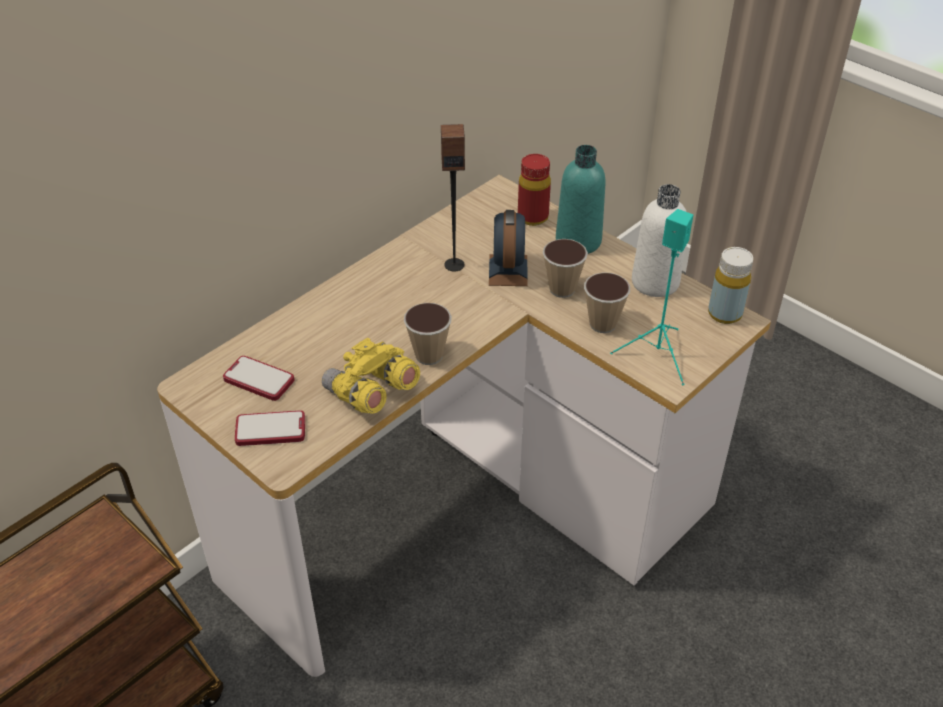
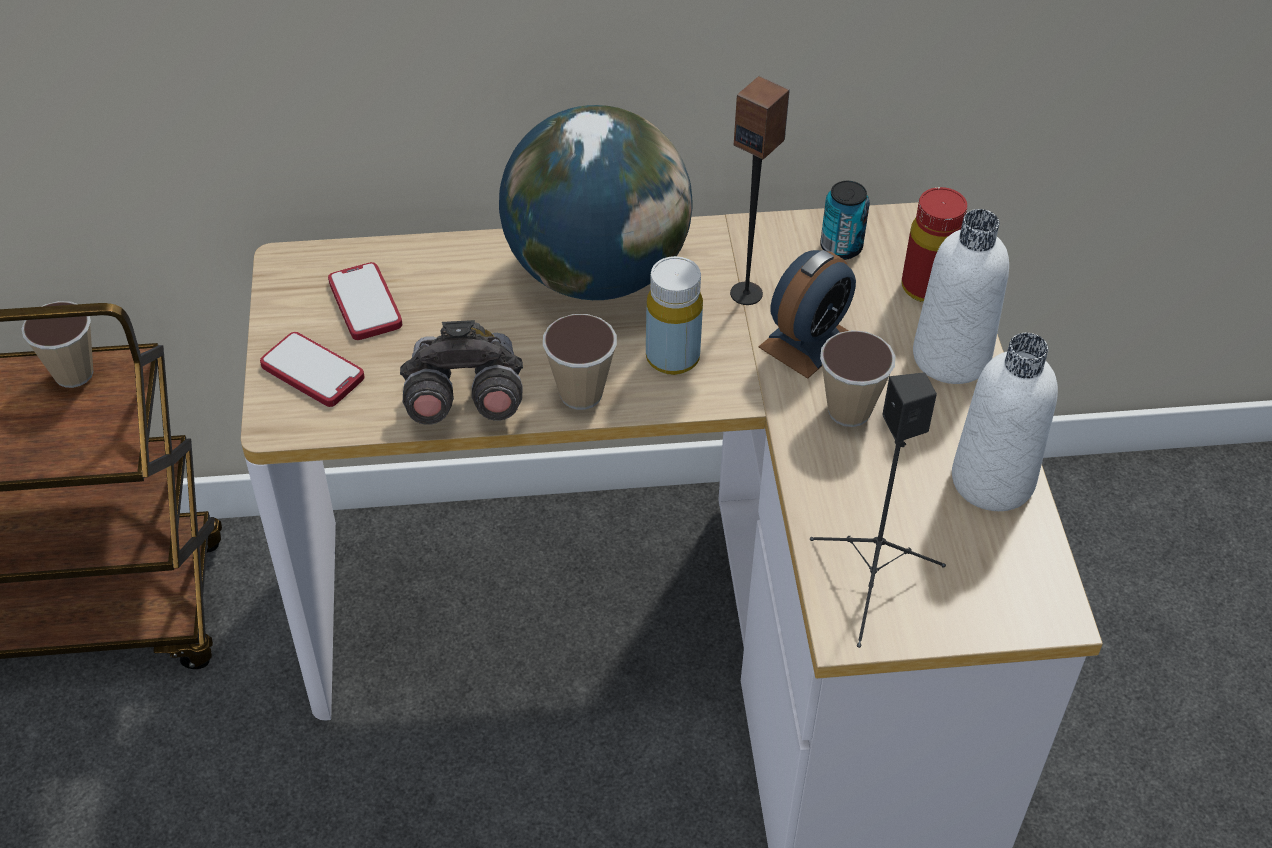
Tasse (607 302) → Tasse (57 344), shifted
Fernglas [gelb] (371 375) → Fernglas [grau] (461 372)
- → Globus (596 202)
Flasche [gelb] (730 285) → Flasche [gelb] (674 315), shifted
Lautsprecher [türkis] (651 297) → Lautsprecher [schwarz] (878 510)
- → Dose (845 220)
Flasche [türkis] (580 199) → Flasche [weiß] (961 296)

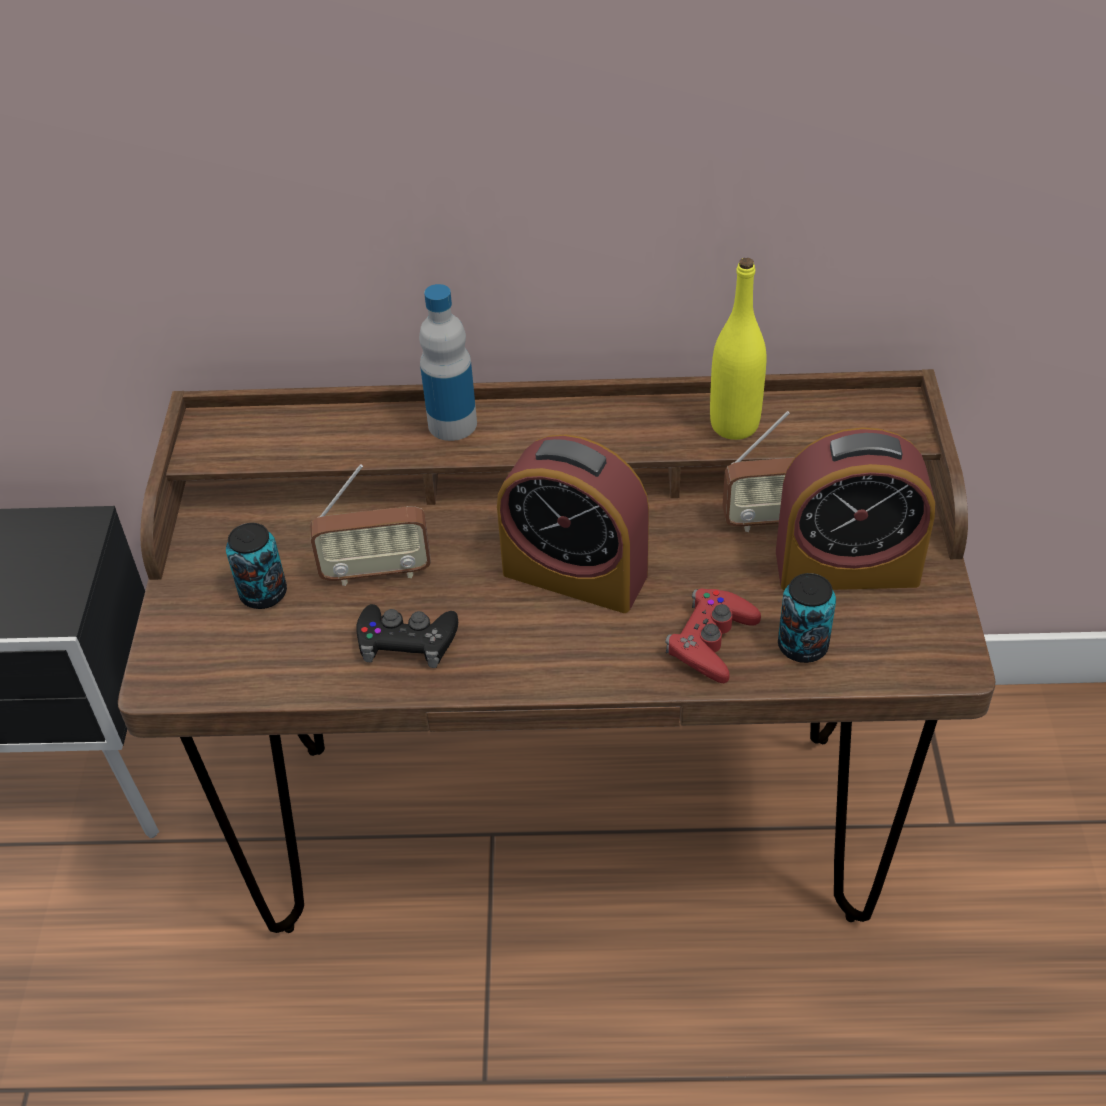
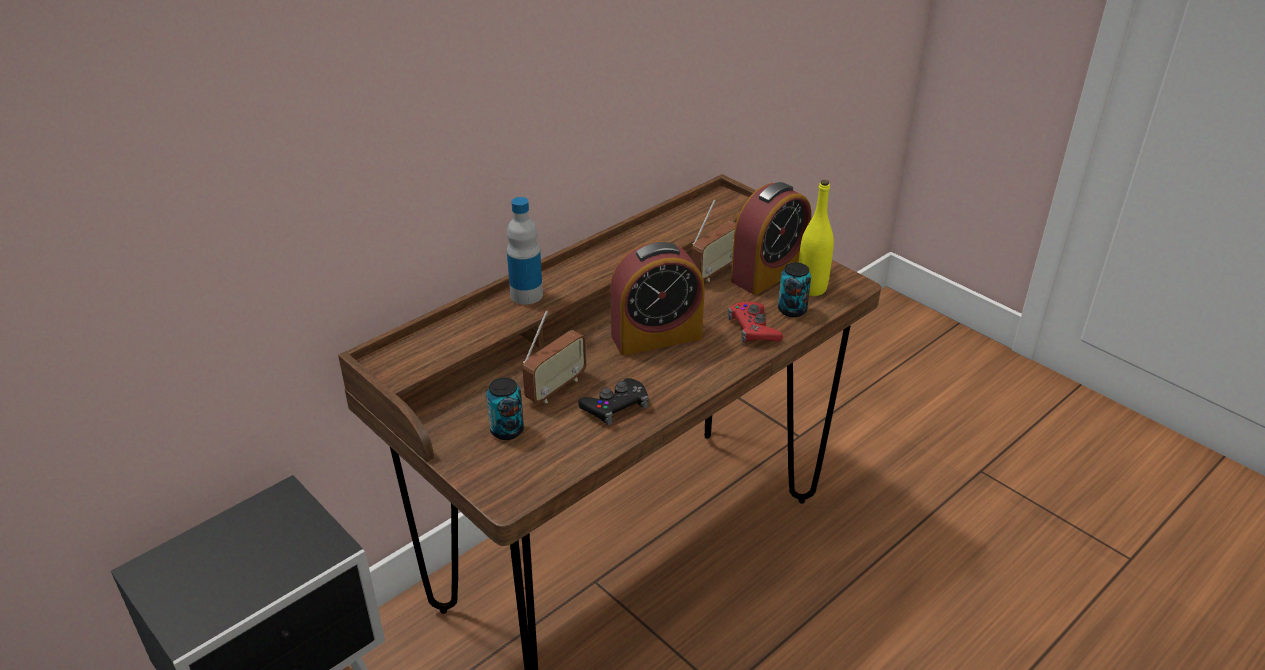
Flasche [gelb] (738 349) → Flasche [gelb] (816 238), shifted

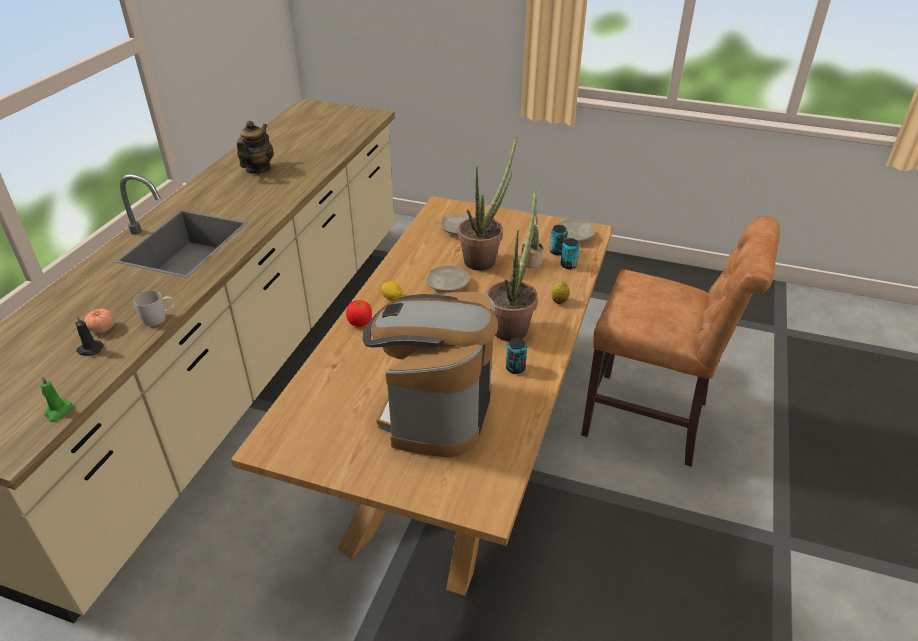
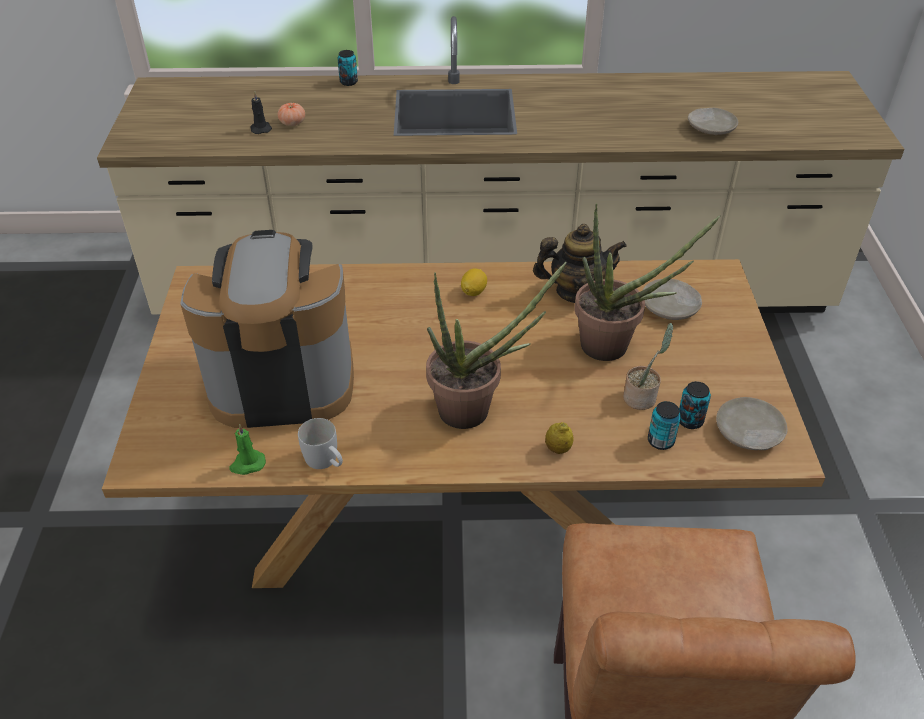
Kerze [grün] (56 399) → Kerze [grün] (247 449), shifted
Henkelbecher [weiß] (154 308) → Henkelbecher [weiß] (320 443), shifted
Dose (516 356) → Dose (347 68), shifted
Teekanne (255 147) → Teekanne (580 263), shifted
Teller [beige] (448 279) → Teller [beige] (713 121), shifted
Tomate (359 313) → -

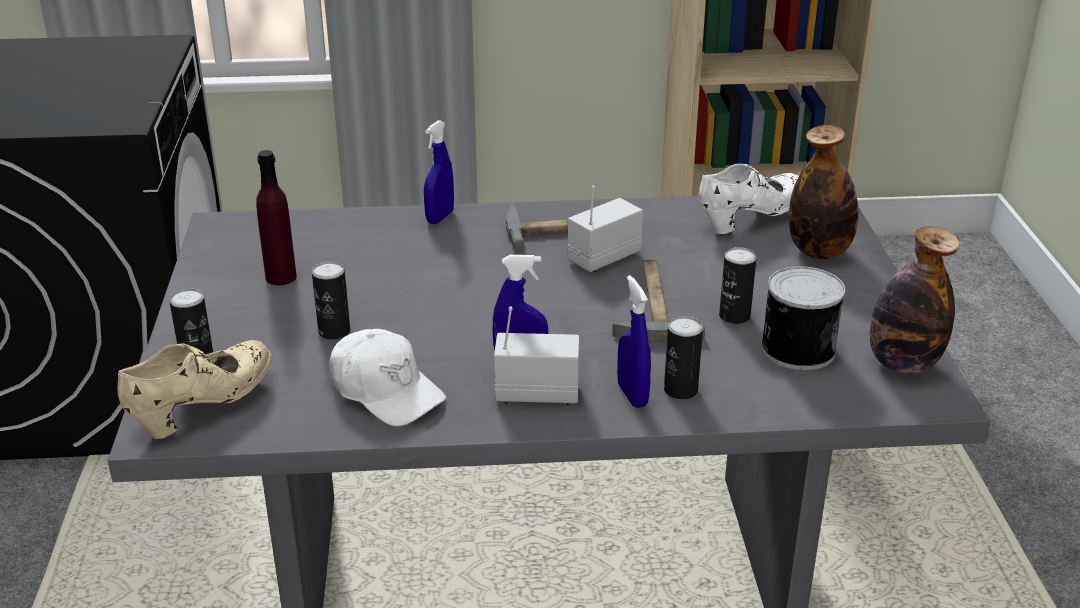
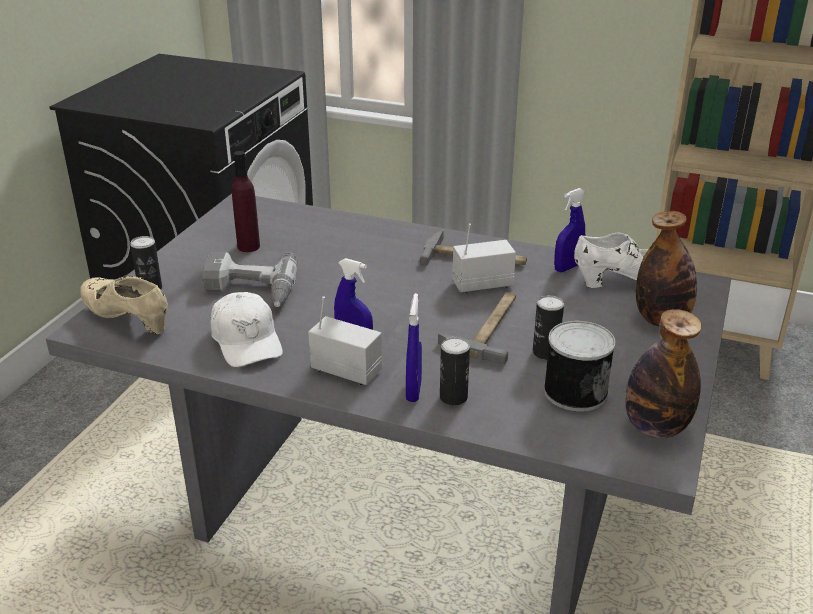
Schuh [beige] (194 389) → Schuh [beige] (124 304), 120 degrees counterclockwise
Dose (331 300) → Bohrmaschine (250 279)
Sprühflasche [blau] (439 172) → Sprühflasche [blau] (569 230), shifted

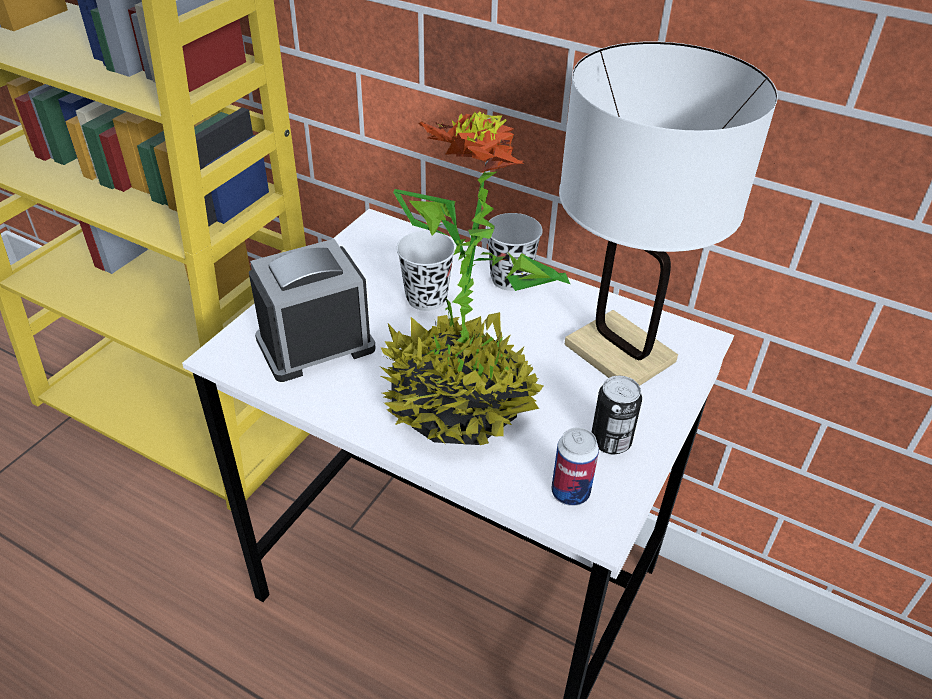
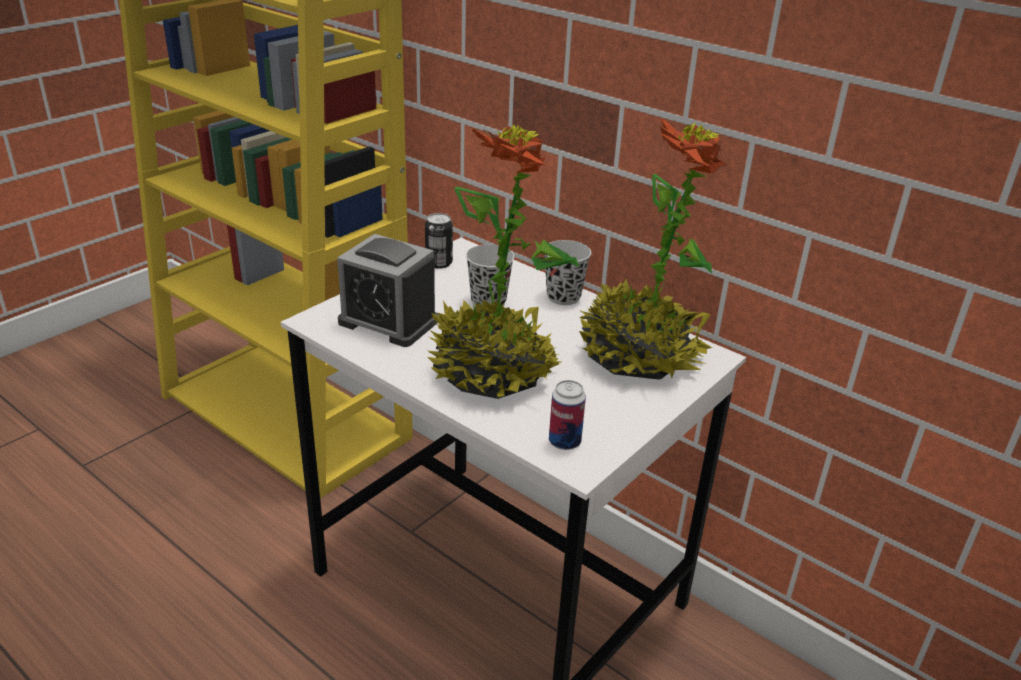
Wecker (312 310) → Wecker (388 290), 135 degrees counterclockwise
Dose (617 415) → Dose (439 240), shifted
Tischlampe [weiß] (668 213) → Topfpflanze (653 249)

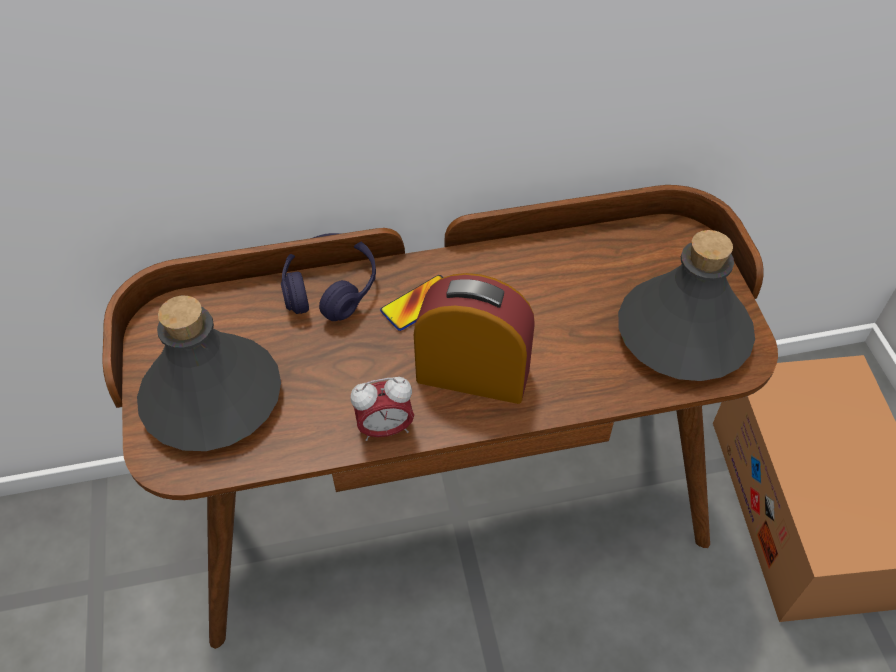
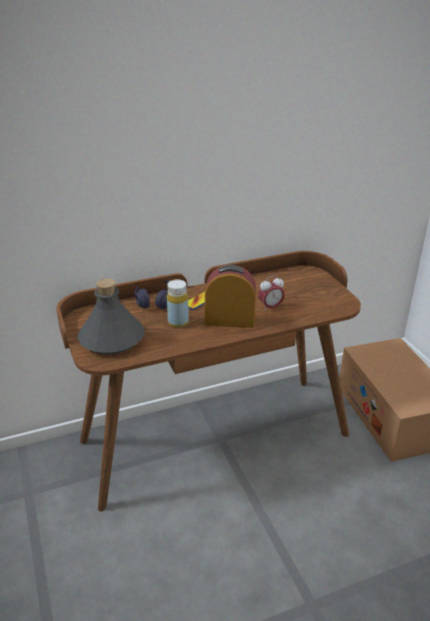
- → Flasche [gelb] (178 303)
Wecker (382 409) → Wecker (271 293), shifted
Flasche [grau] (686 305) → -

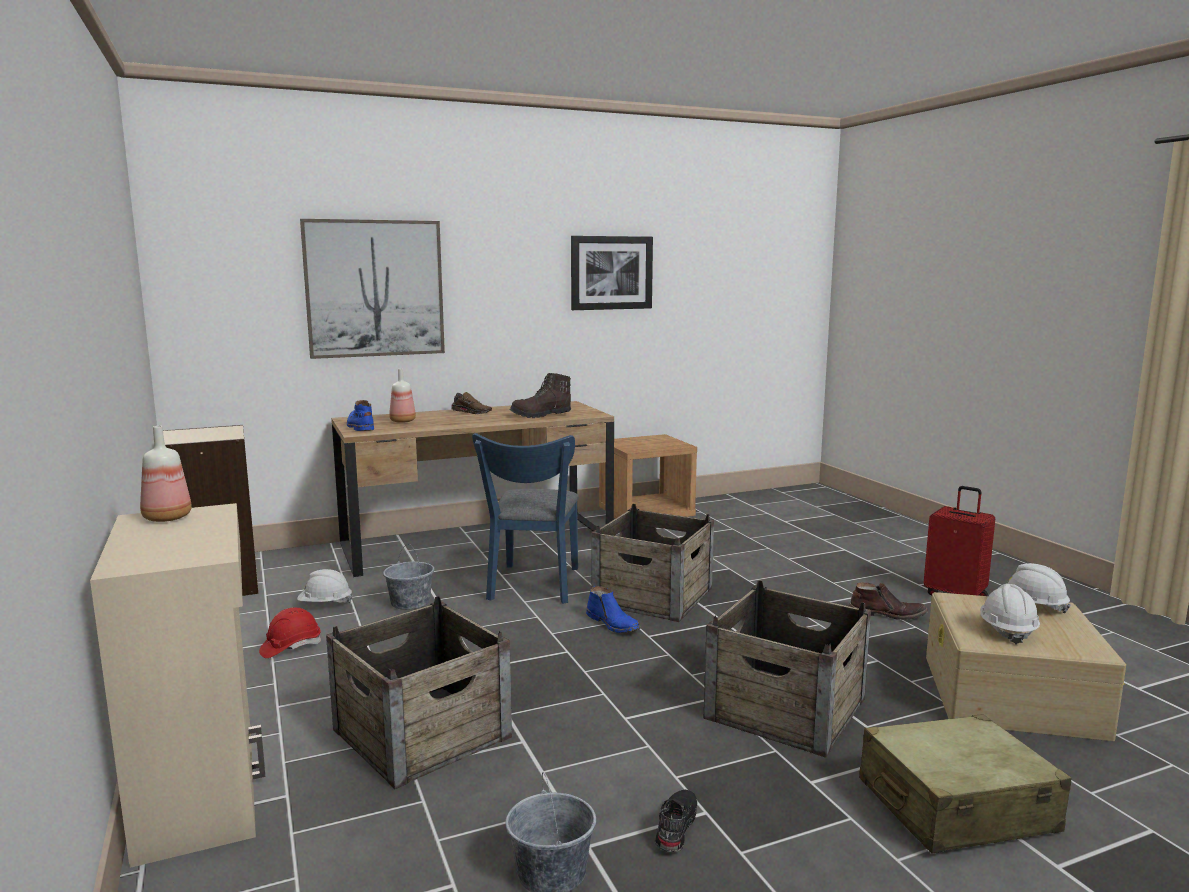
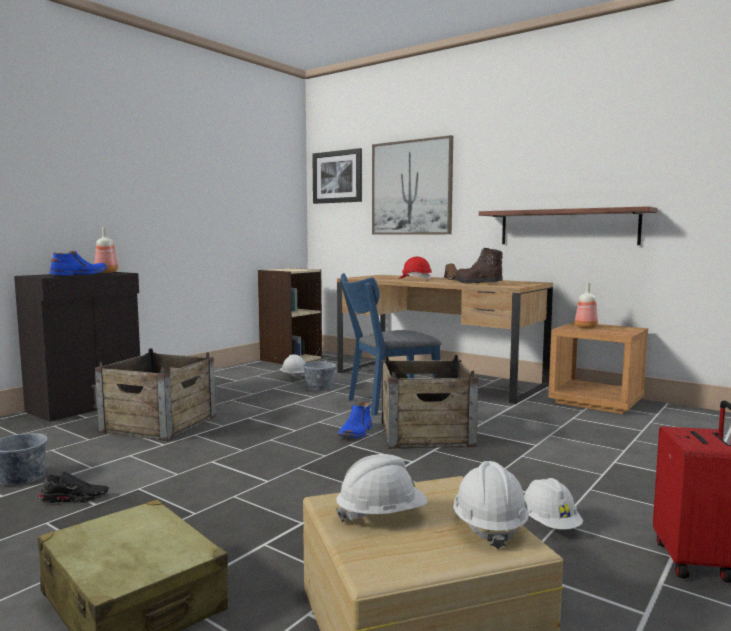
Schrank [beige] (177 685) → Schrank [schwarz] (77 347)
Stiefel [blau] (360 415) → Stiefel [blau] (78 263), shifted
Bild (612 273) → Bild (337 176), shifted
Schutzhelm [rot] (290 632) → Schutzhelm [rot] (415 268), shifted
- → Wandregal (568 225)
Stiefel [braun] (888 601) → Schutzhelm [weiß] (553 504)
Flasche (402 396) → Flasche (586 305), shifted
Kiste (787 669) → -

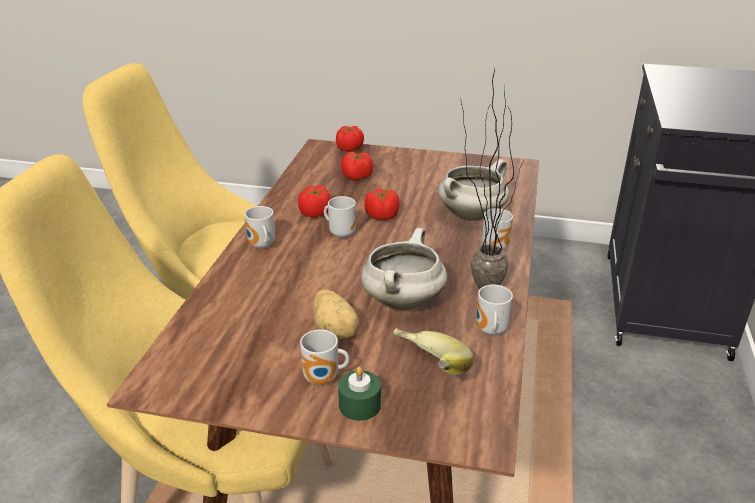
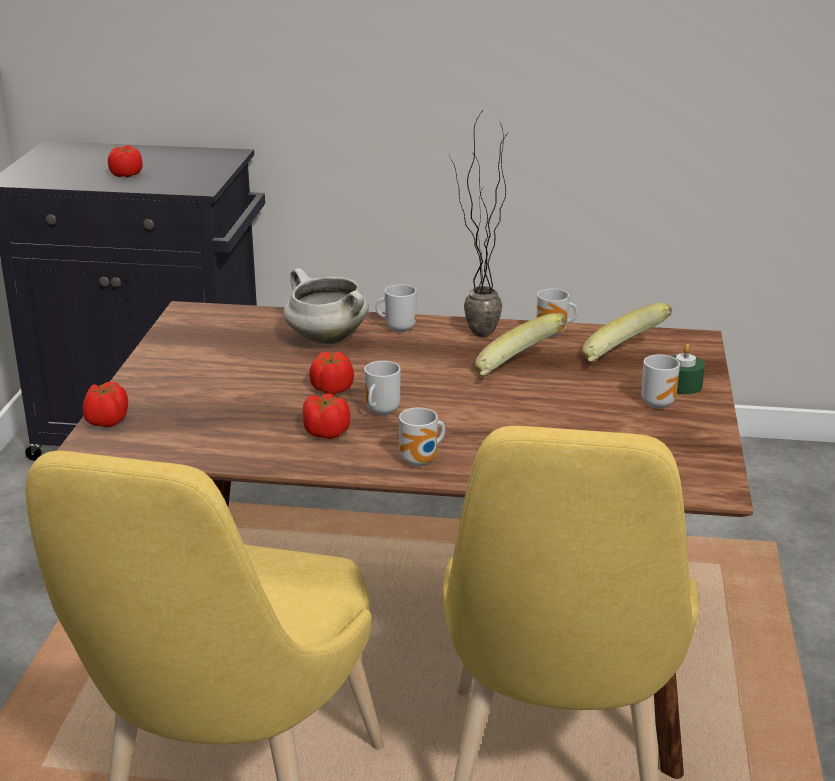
Tomate (357 166) → Tomate (125 161), shifted
Kochtopf [weiß] (404 269) → Banane (520 345)
Kartoffel (336 314) → -

